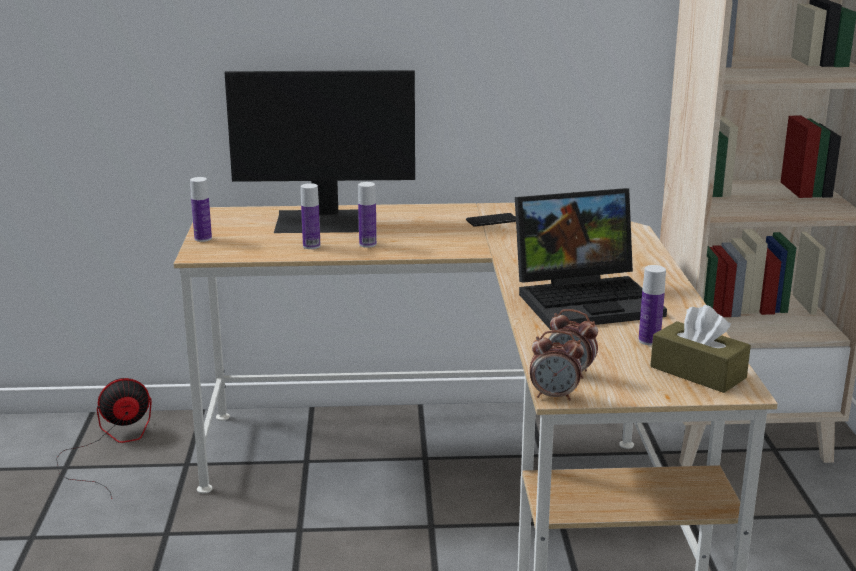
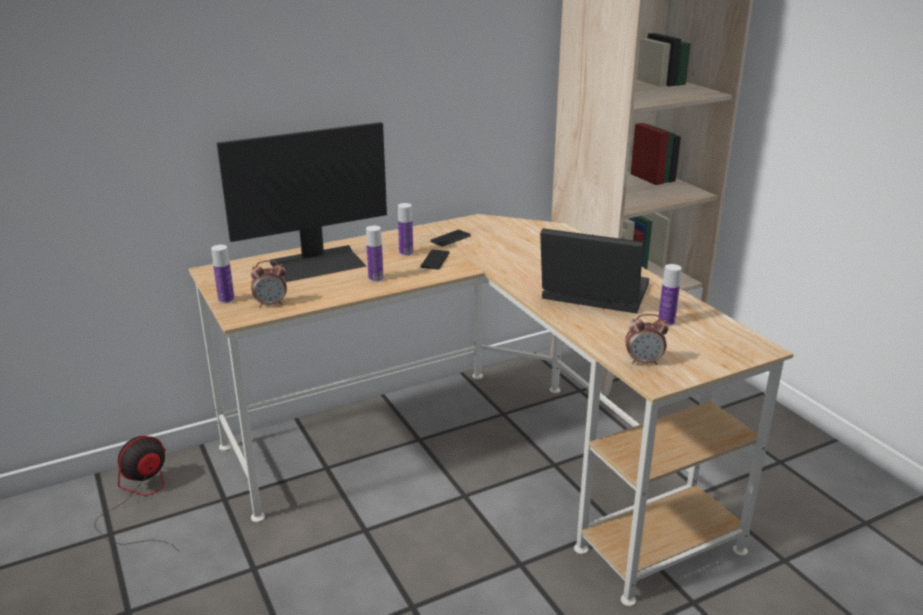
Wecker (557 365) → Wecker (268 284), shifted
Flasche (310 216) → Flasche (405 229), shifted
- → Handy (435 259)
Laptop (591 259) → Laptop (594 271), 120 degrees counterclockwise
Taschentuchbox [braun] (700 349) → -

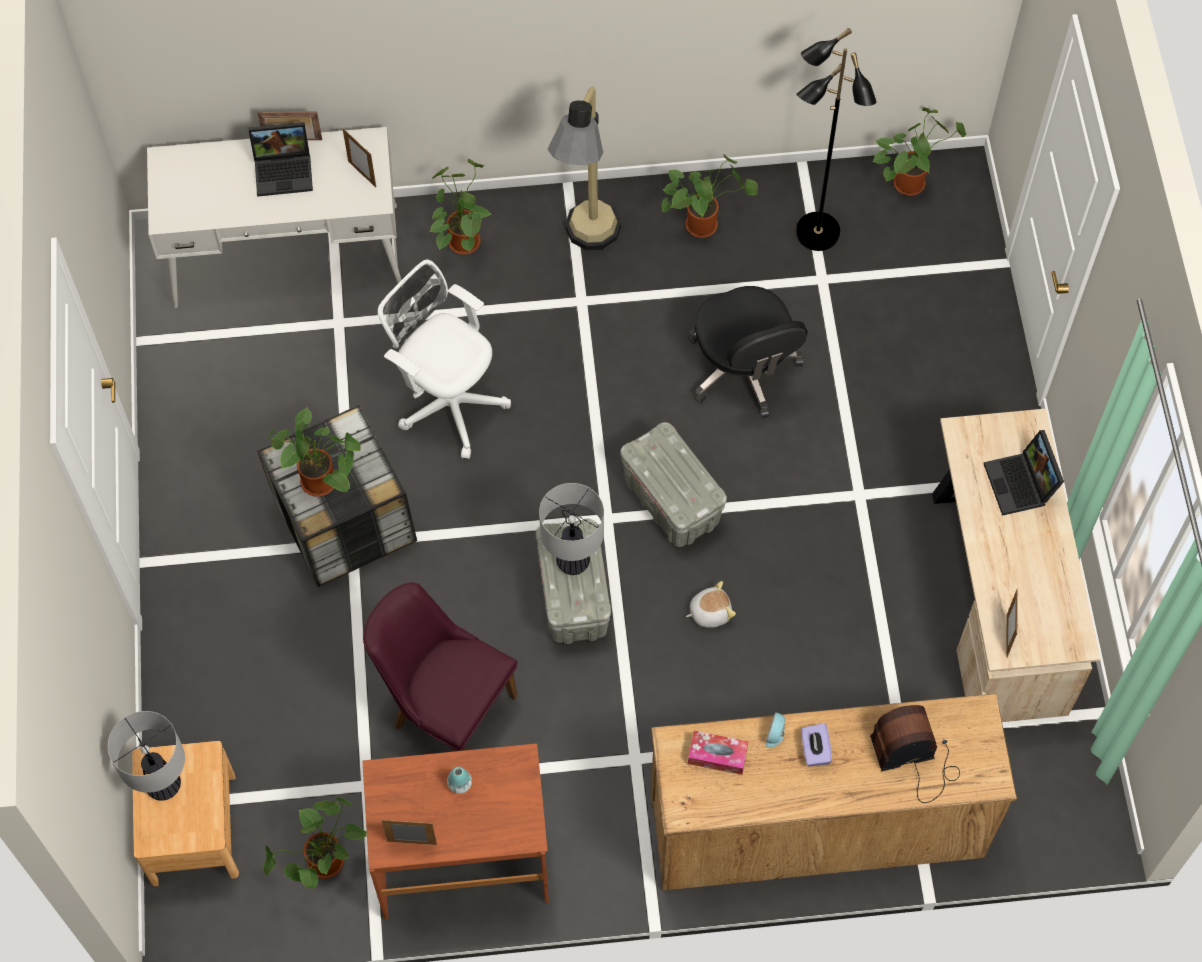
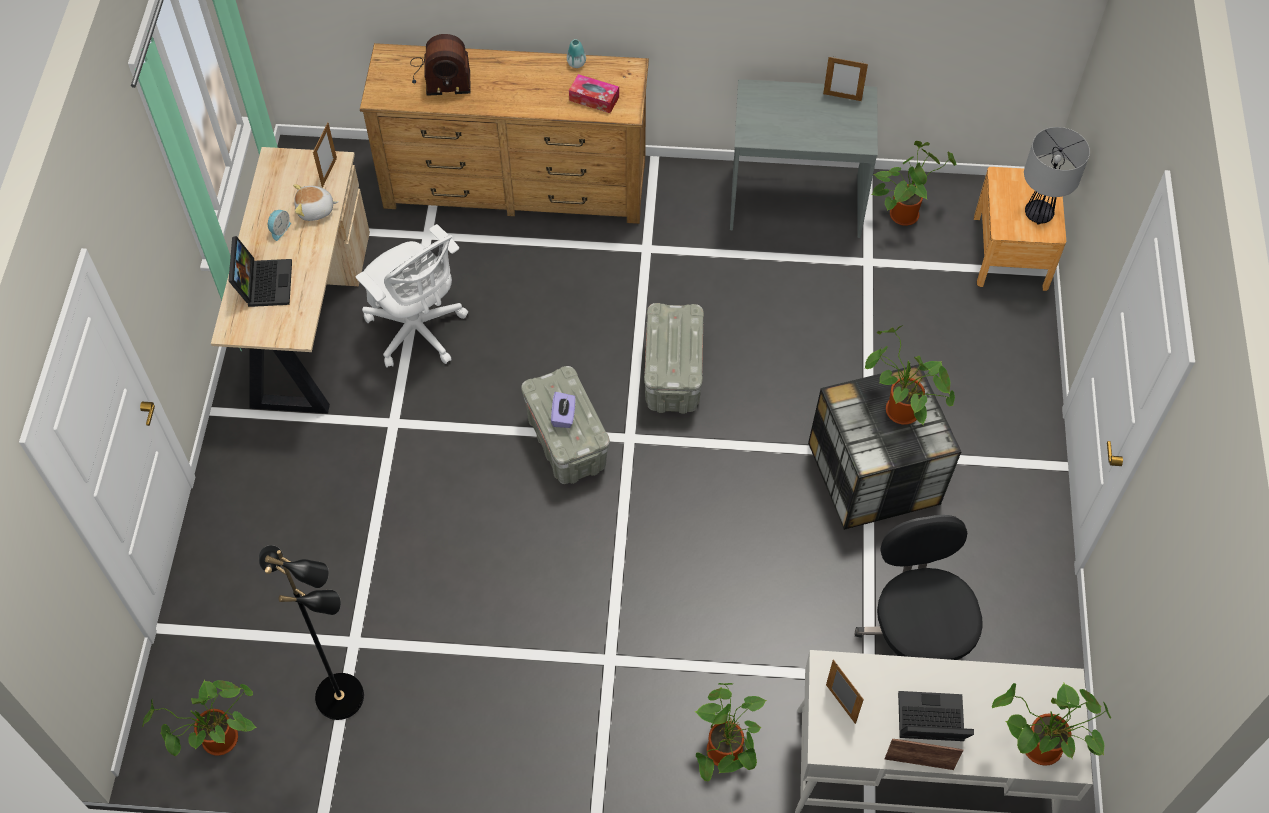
Wecker (776 730) → Wecker (279 225), shifted
Plüschtier (711 604) → Plüschtier (316 202), shifted
Bürostuhl [weiß] (444 359) → Bürostuhl [weiß] (412 296), shifted
Taschentuchbox [lila] (816 745) → Taschentuchbox [lila] (563 410), shifted
Vase (459 780) → Vase (576 53), shifted
Schreibtisch [braun] (455 831) → Schreibtisch [grau] (804 158)
Bürostuhl [schwarz] (748 352) → Bürostuhl [schwarz] (919 587), shifted
Topfpflanze (710 196) → Topfpflanze (1051 724), shifted
Stuhl [lila] (440 667) → -
Tischlampe (571 529) → -
Stehlampe (584 168) → -

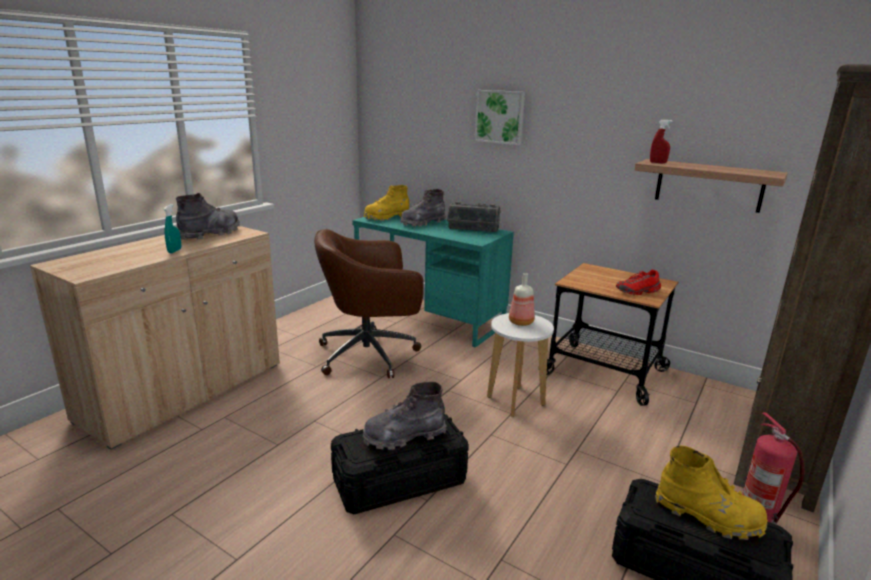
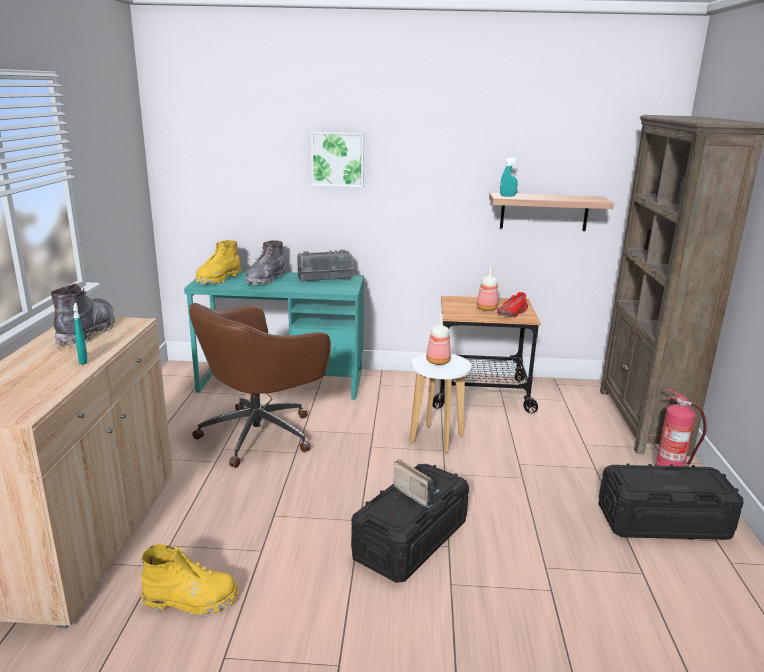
Stiefel [gelb] (711 493) → Stiefel [gelb] (190 580), shifted
Stiefel [grau] (405 416) → Radio (416 483)
- → Flasche (487 288)
Sprühflasche [rot] (661 142) → Sprühflasche [türkis] (509 177)

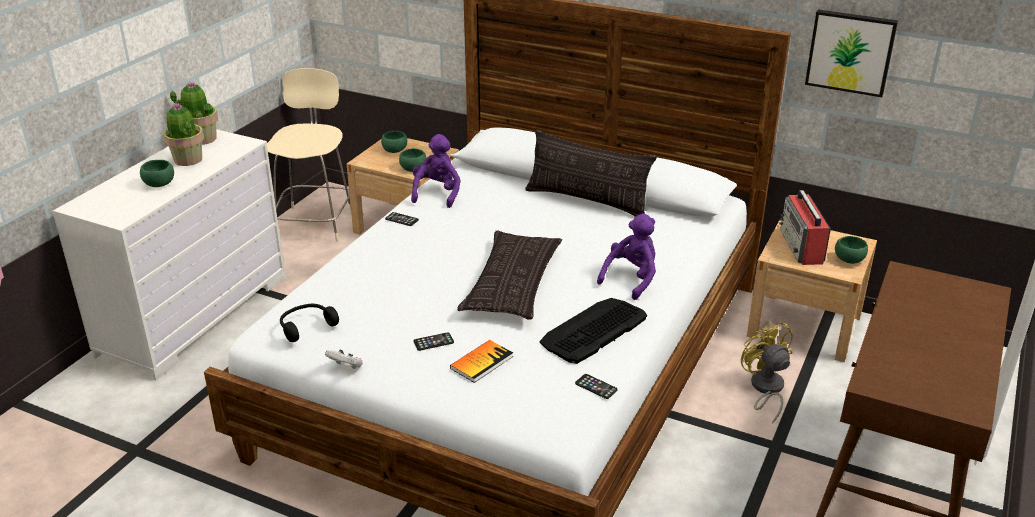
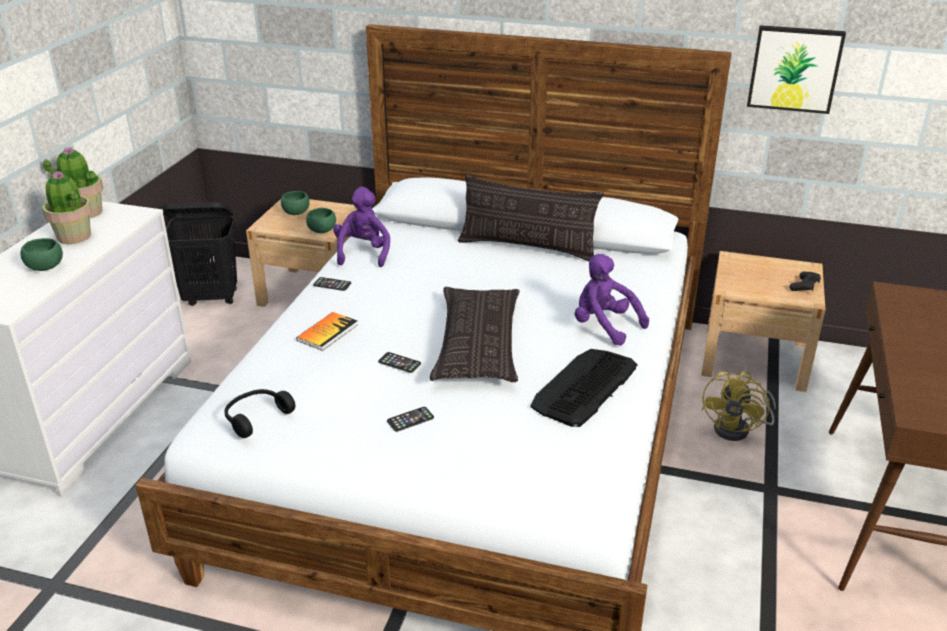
Stuhl [beige] (309 155) → Wäschekorb [schwarz] (199 254)
Buch (481 361) → Buch (327 331), shifted
Handy (596 386) → Handy (399 362), shifted
Plüschtier [lila] (626 257) → Plüschtier [lila] (612 300), 75 degrees counterclockwise
Ventilator [gelb] (766 372) → Ventilator [gelb] (739 406), 120 degrees counterclockwise
Schüssel [grün] (851 250) → Gamepad [schwarz] (805 281)
Gamepad [weiß] (344 359) → -
Radio (805 227) → -

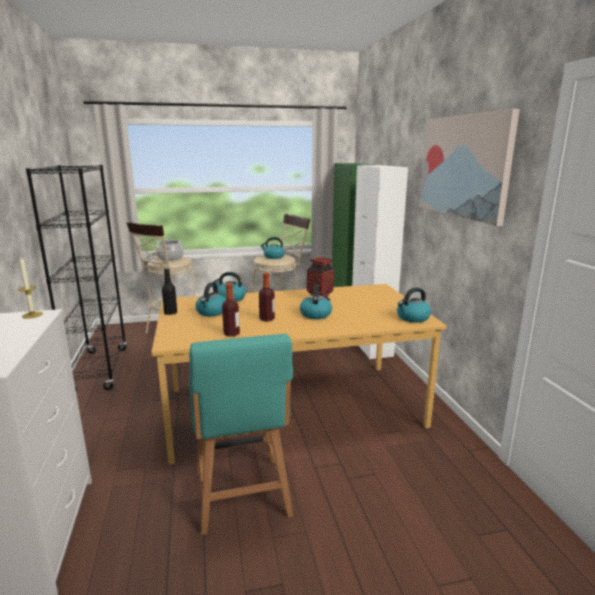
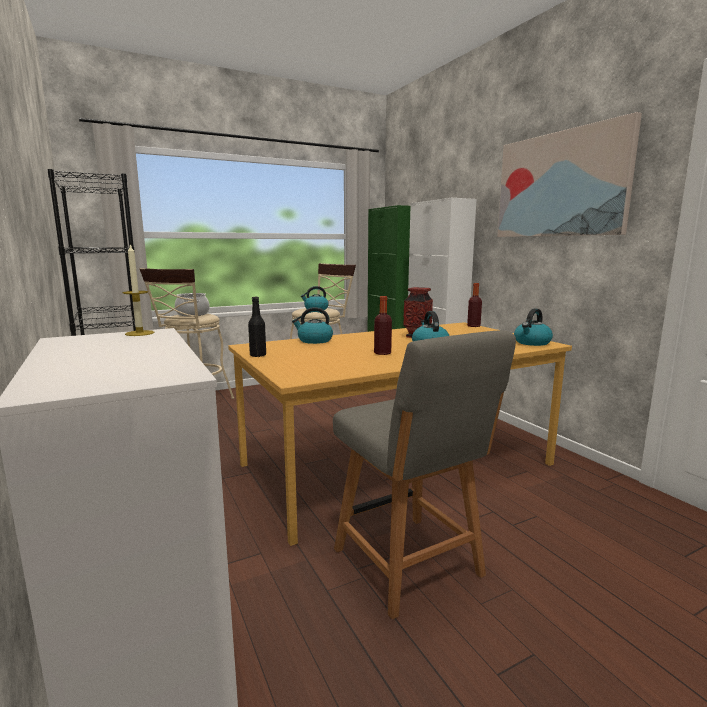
Stuhl [türkis] (241 434) → Stuhl [grau] (424 474)
Flasche (231 310) → Flasche (474 305), shifted
Wasserkessel (210 299) → -

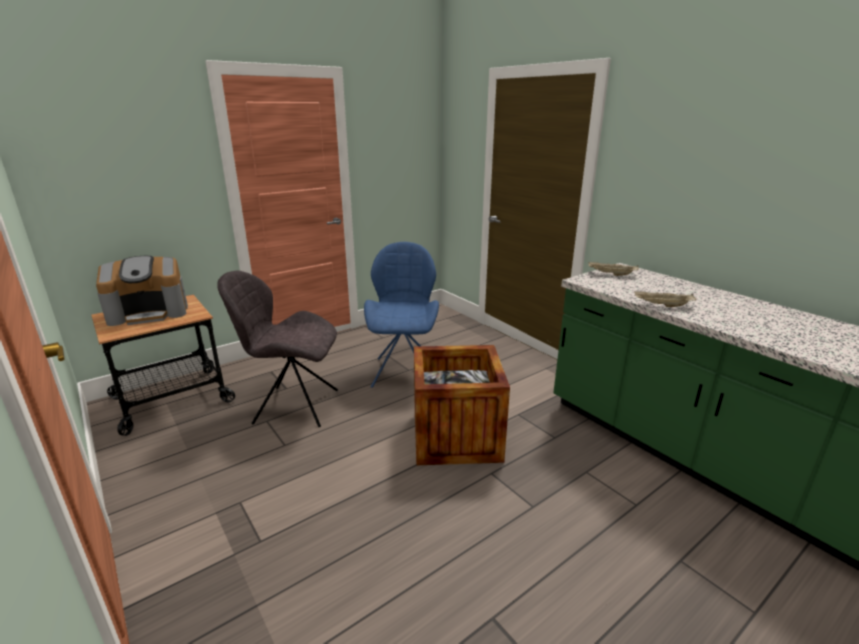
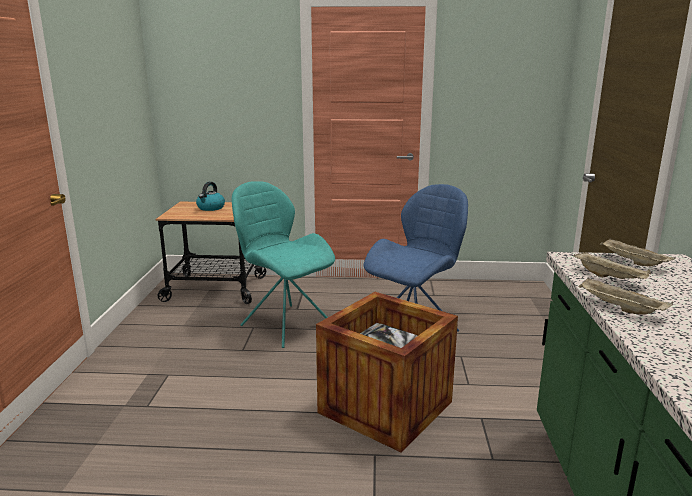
Kaffeemaschine (142 291) → Wasserkessel (210 196)
Stuhl [grau] (277 349) → Stuhl [türkis] (283 264)
- → Tablett [beige] (612 265)

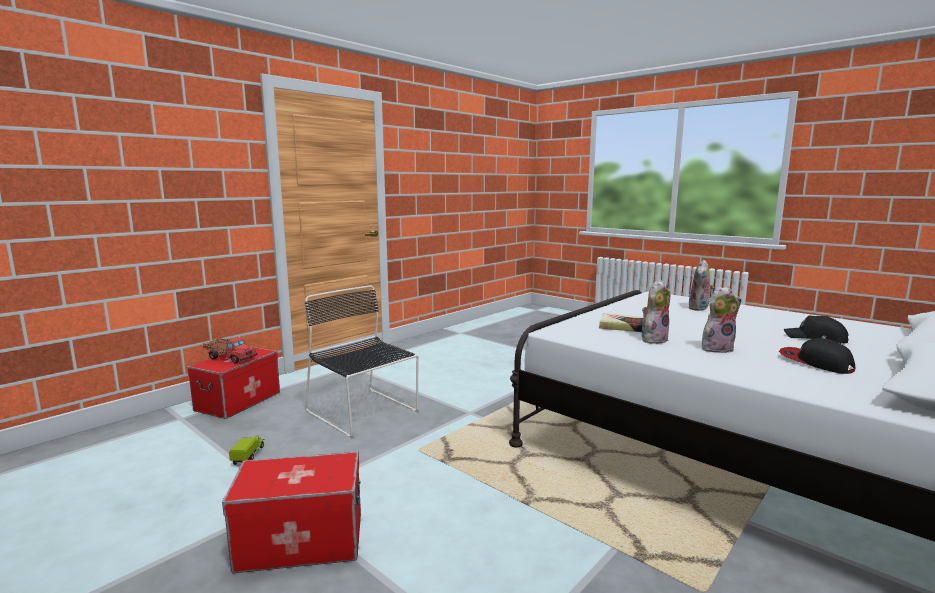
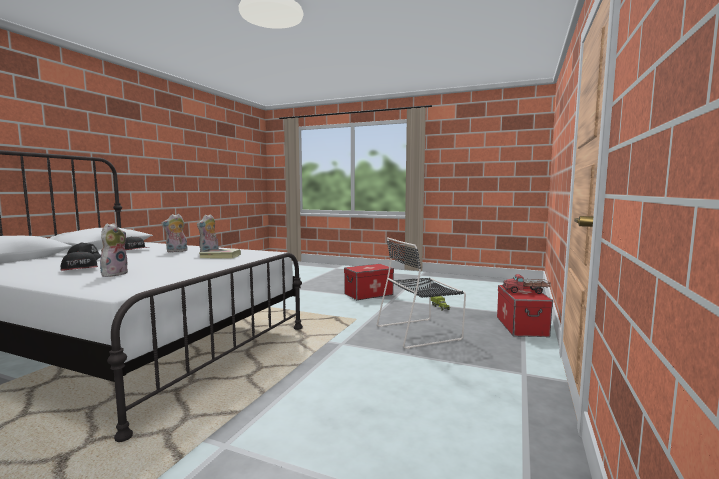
- → Kappe (79 261)
Stuhl [schwarz] (361 361) → Stuhl [schwarz] (421 293), 135 degrees clockwise

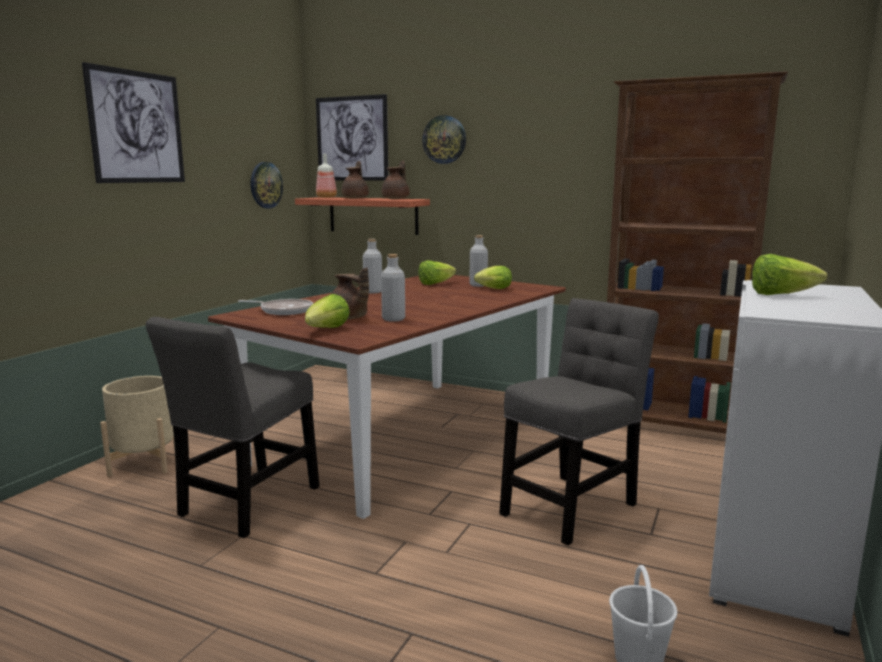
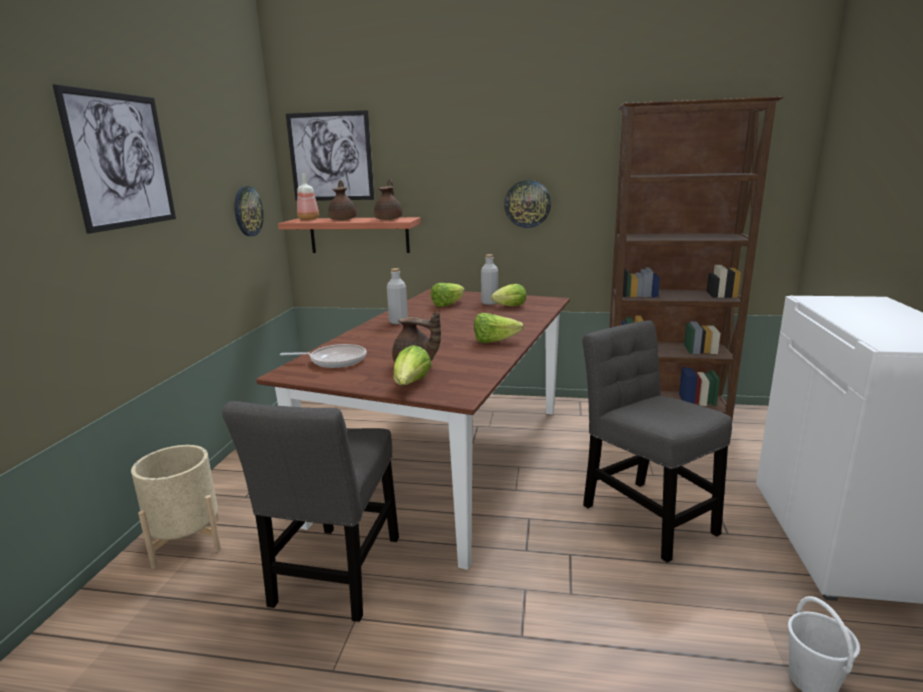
Salatkopf (789 274) → Salatkopf (499 328), shifted
Wanduhr (444 139) → Wanduhr (527 204), shifted
Stuhl [grau] (579 421) → Stuhl [grau] (657 441), 60 degrees counterclockwise
Flasche [grau] (393 288) → -

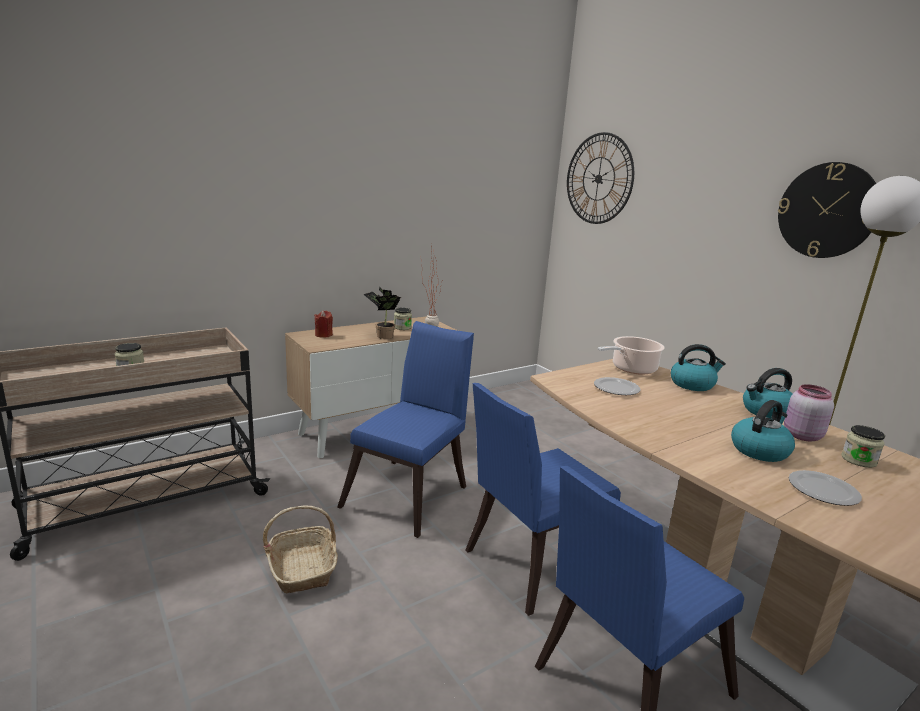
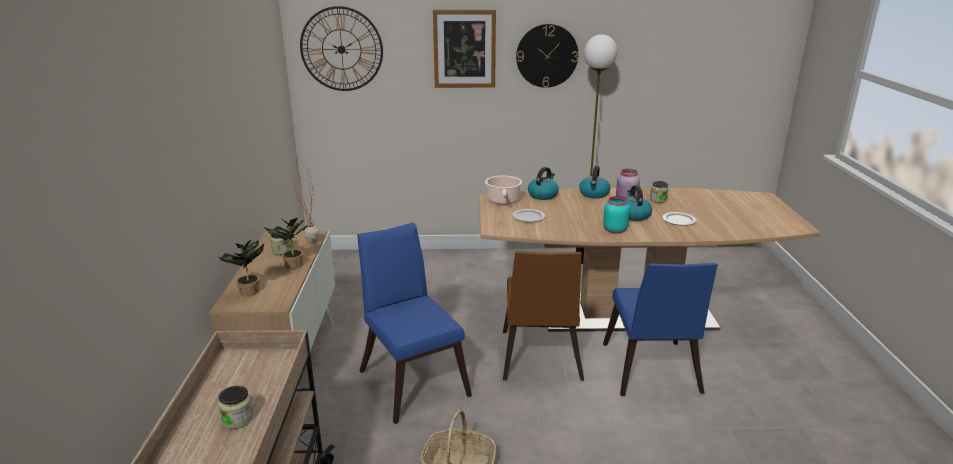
Kerze [rot] (323 324) → Topfpflanze (240 268)
- → Bild (464 49)
Stuhl [blau] (543 499) → Stuhl [braun] (543 315)
- → Vorratsglas [türkis] (616 214)

